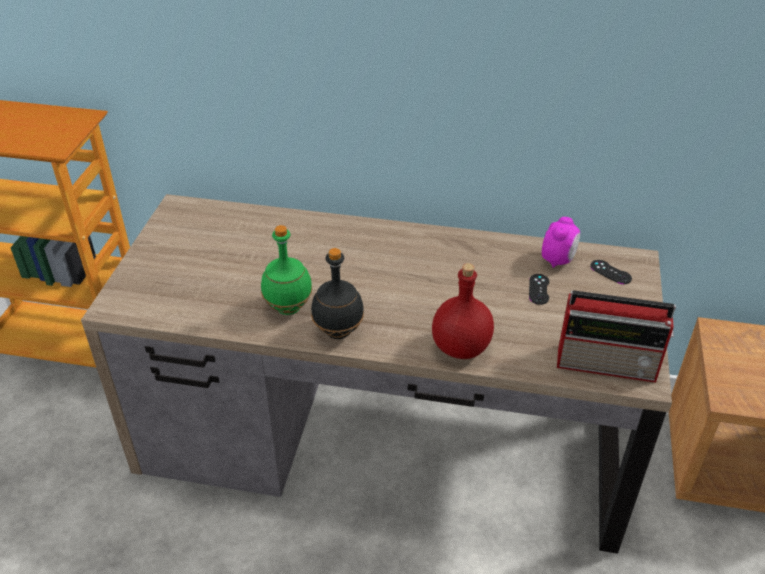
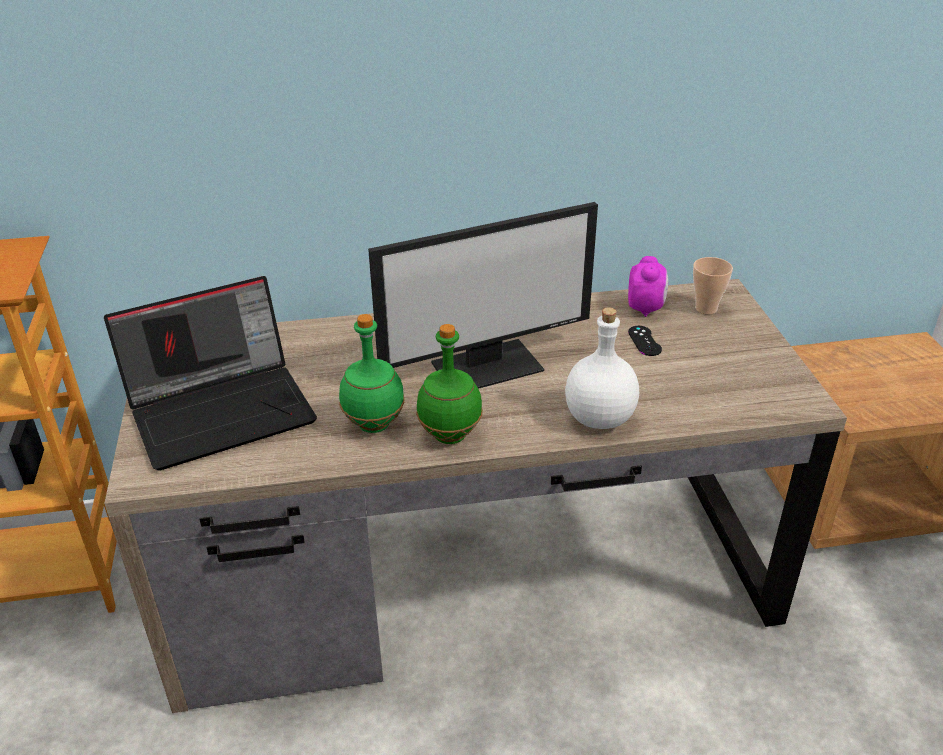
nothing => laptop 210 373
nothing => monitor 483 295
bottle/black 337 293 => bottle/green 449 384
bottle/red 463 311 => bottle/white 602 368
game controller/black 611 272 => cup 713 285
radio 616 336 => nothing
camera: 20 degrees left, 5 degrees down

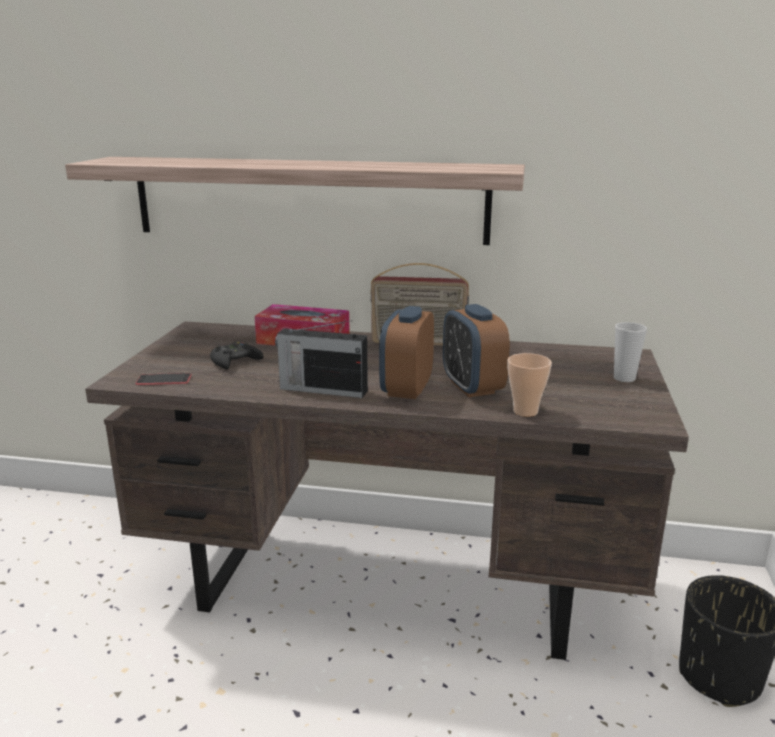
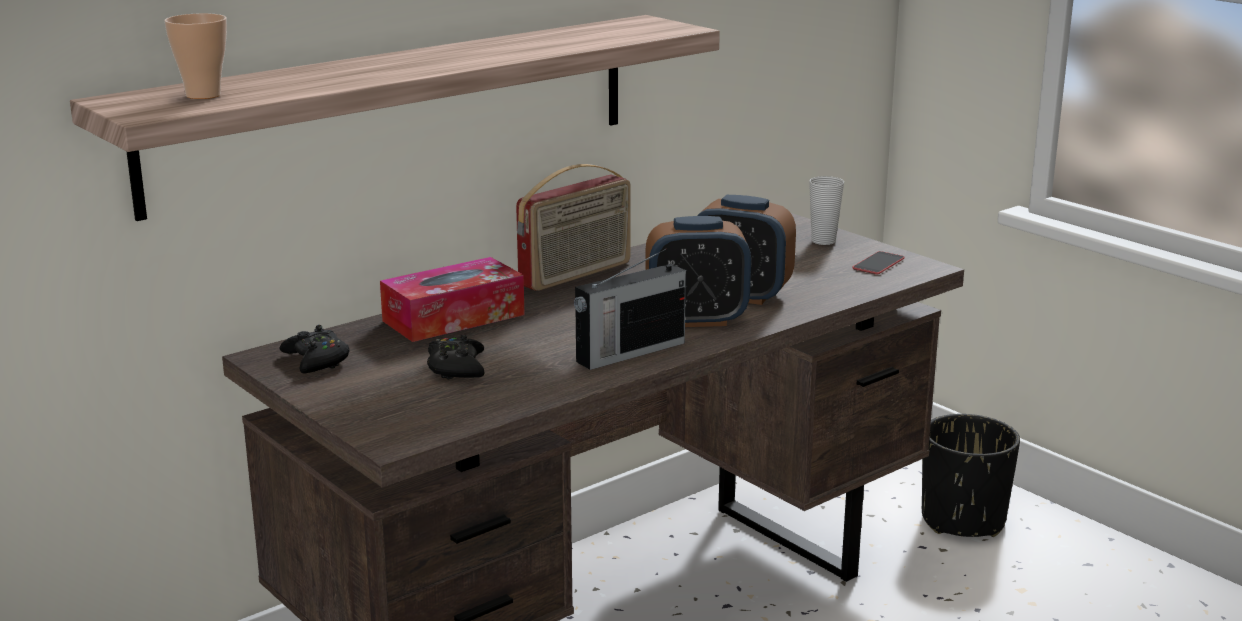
cup 529 385 => cup 195 56, relocated
nothing => game controller/black 315 349
alarm clock 406 352 => alarm clock 698 271, 60 degrees counterclockwise
phone 164 379 => phone 878 262, relocated
camera: 50 degrees left, 0 degrees up

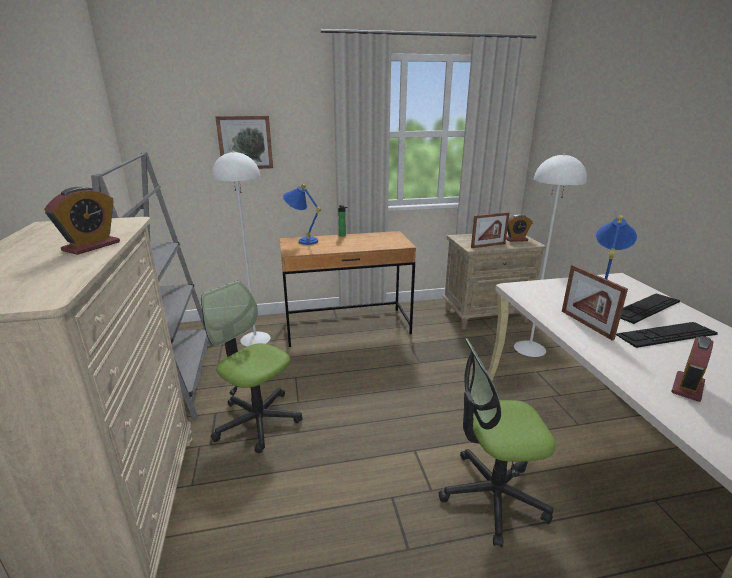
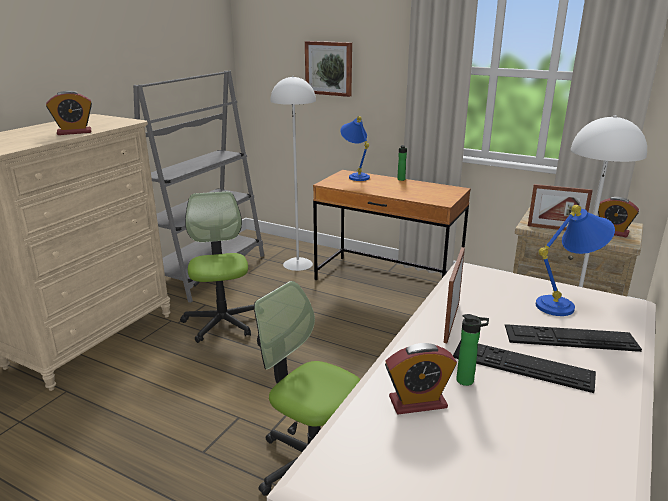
nothing => bottle 472 350
camera: 40 degrees right, 0 degrees up

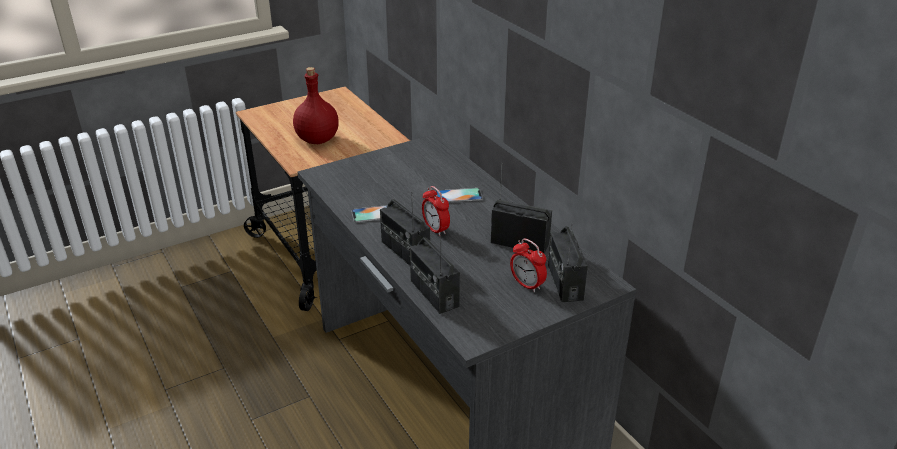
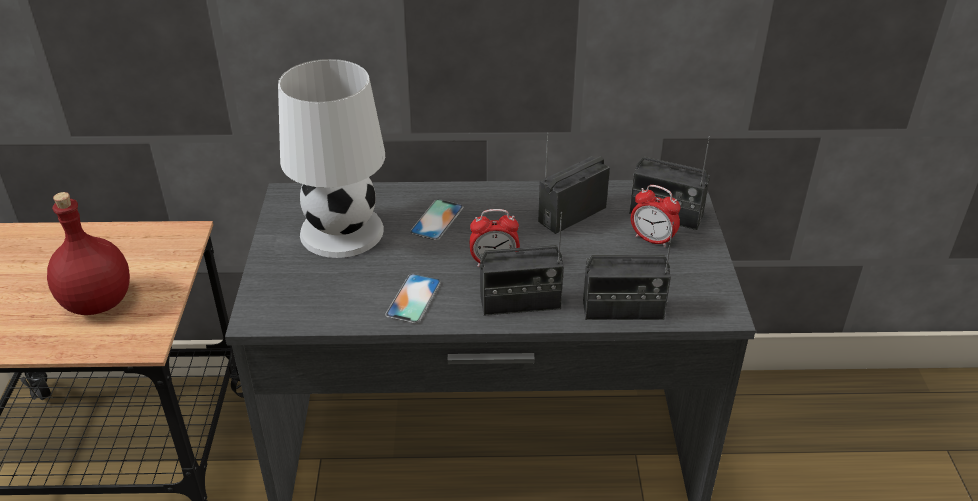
nothing => table lamp/white 331 158
alarm clock 528 266 => alarm clock 655 216, 45 degrees clockwise
camera: 60 degrees left, 5 degrees up

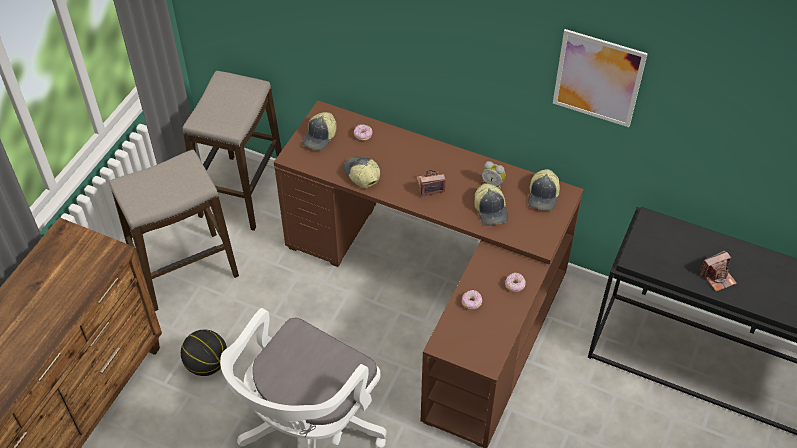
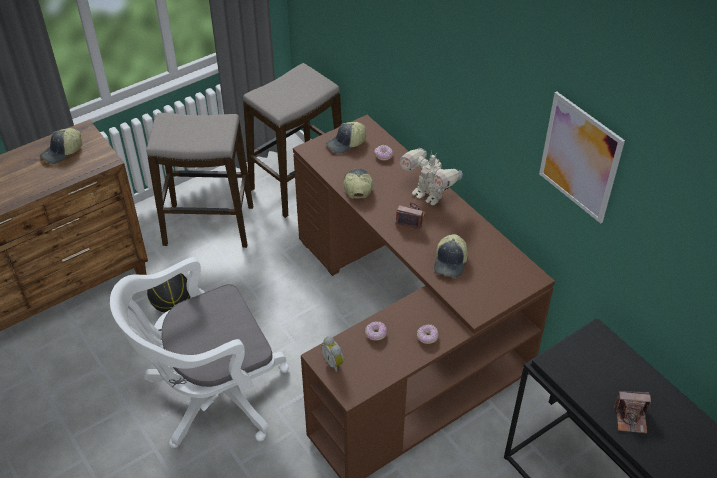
cap 544 190 => cap 61 146, relocated
alarm clock 493 175 => alarm clock 332 354, relocated
nothing => toy robot 431 176
camera: 30 degrees right, 5 degrees down

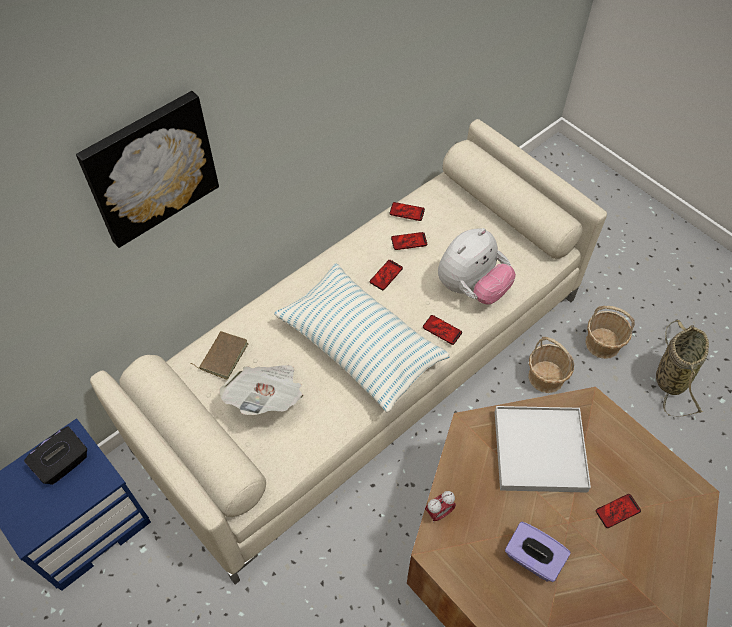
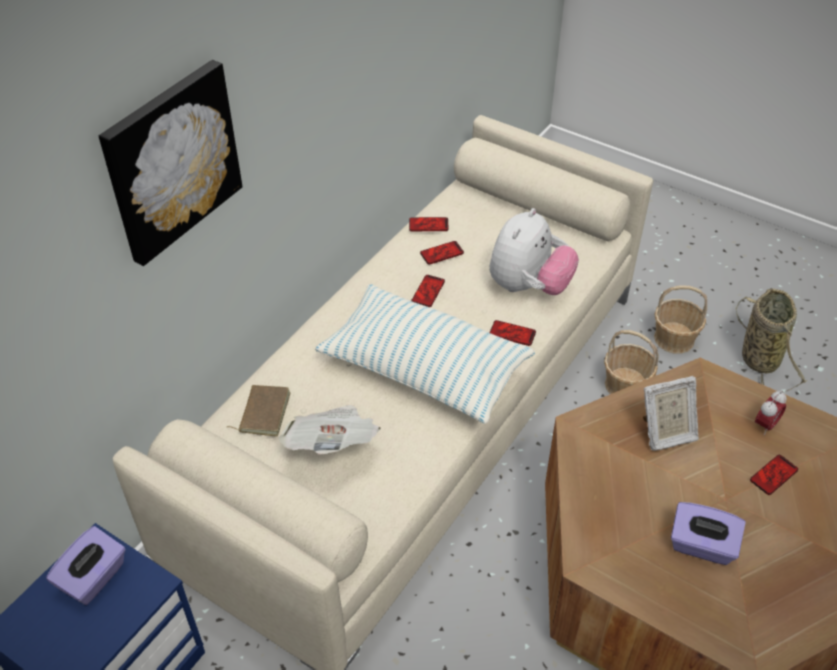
tissue box/black 55 456 => tissue box/purple 86 565
tray/white 543 449 => picture frame 671 413
alarm clock 440 506 => alarm clock 771 413, relocated
camera: 15 degrees left, 10 degrees down

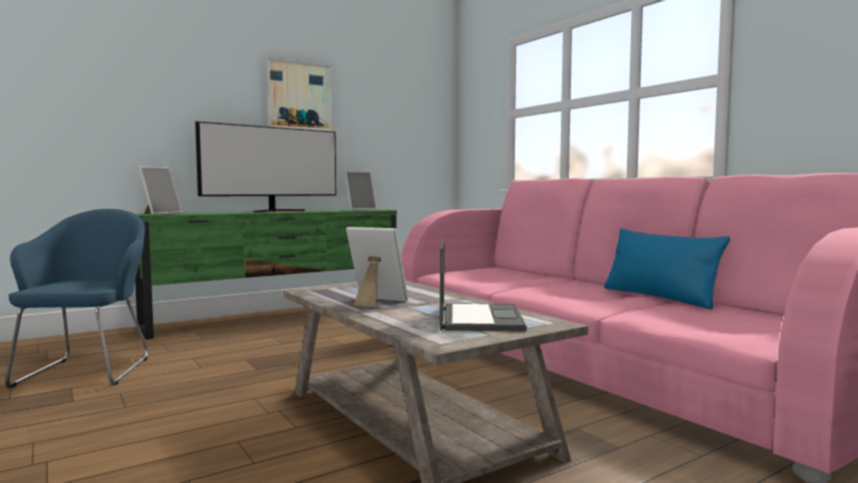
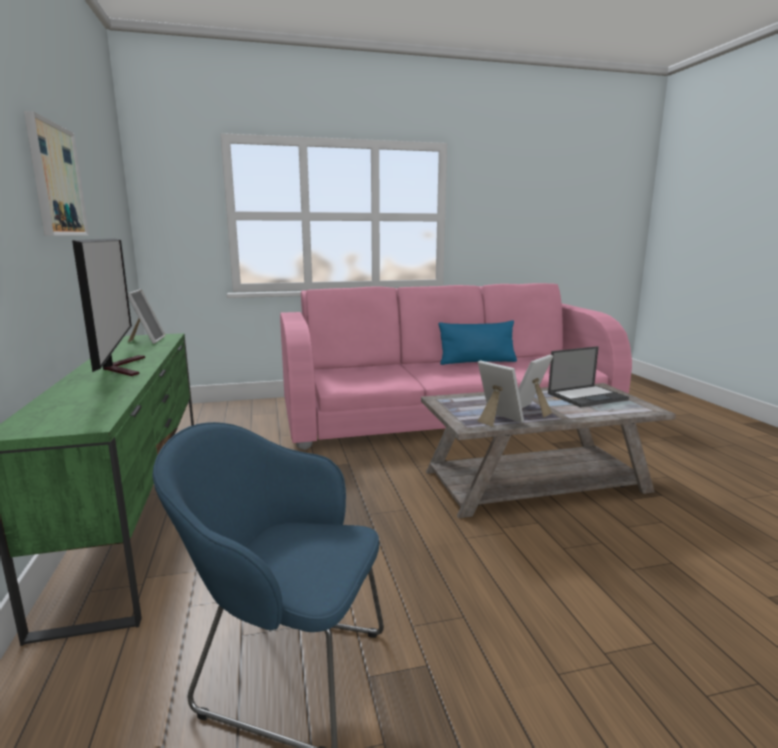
picture frame 160 191 => picture frame 501 393, relocated
laptop 483 285 => laptop 588 376, 135 degrees clockwise
camera: 70 degrees left, 10 degrees up

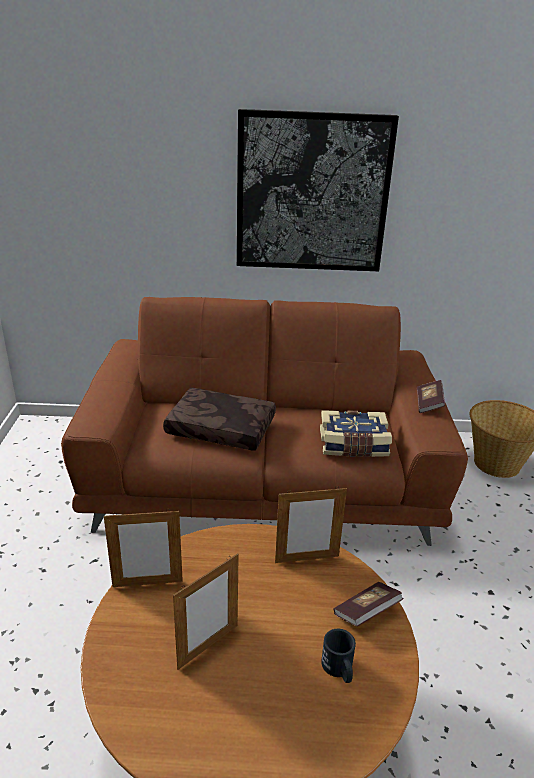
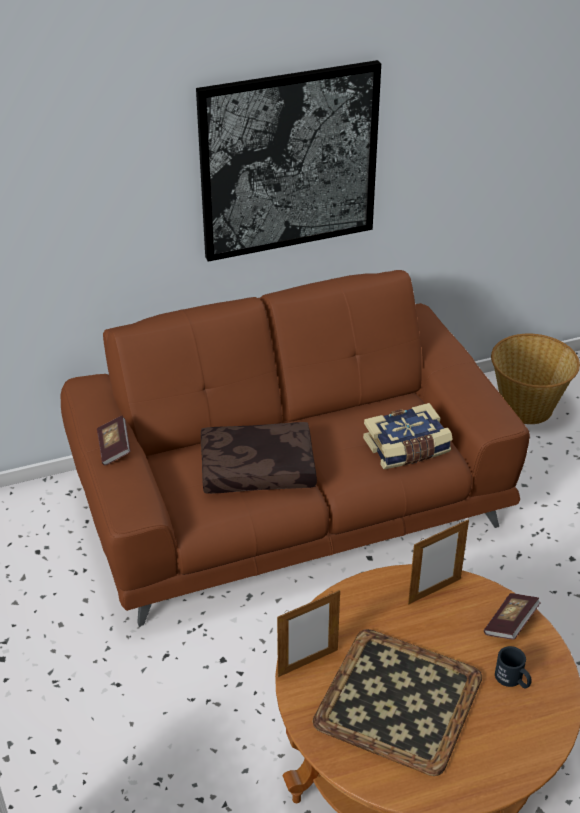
book 431 396 => book 114 440, relocated
picture frame 206 611 => tray 397 702
camera: 20 degrees left, 10 degrees up

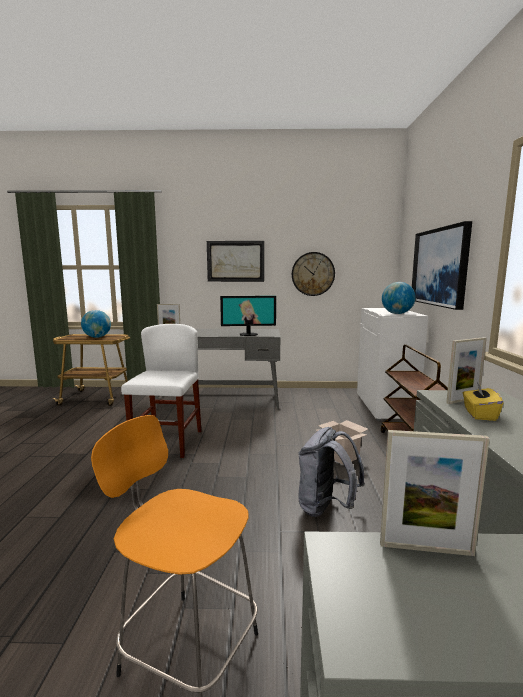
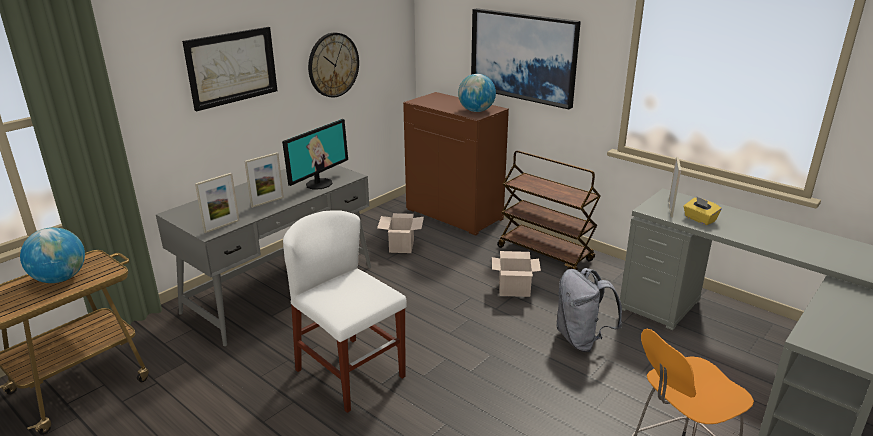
picture frame 435 493 => picture frame 264 180, relocated
nothing => cardboard box 400 233
cabinet/white 392 364 => cabinet/brown 456 164
camera: 50 degrees left, 15 degrees up

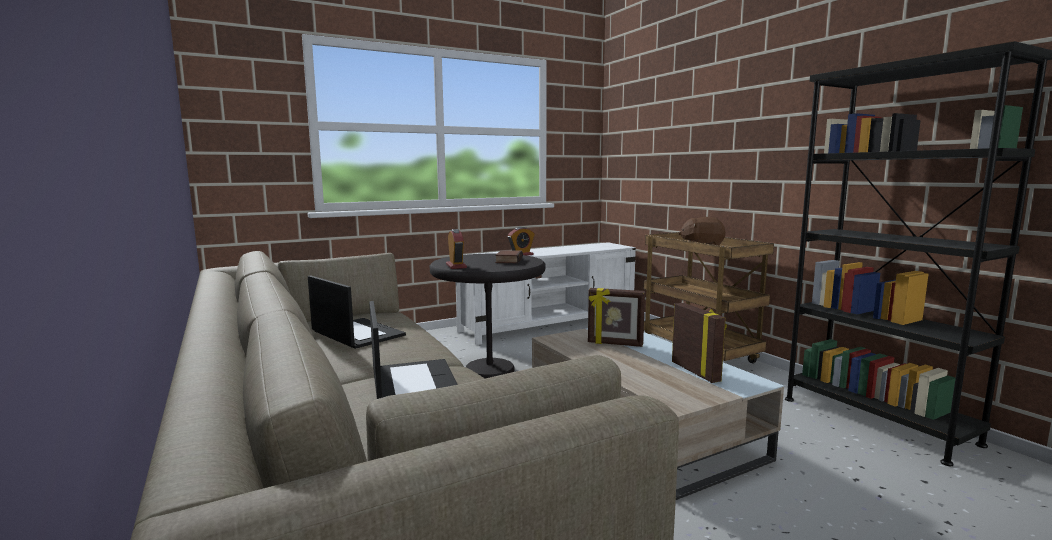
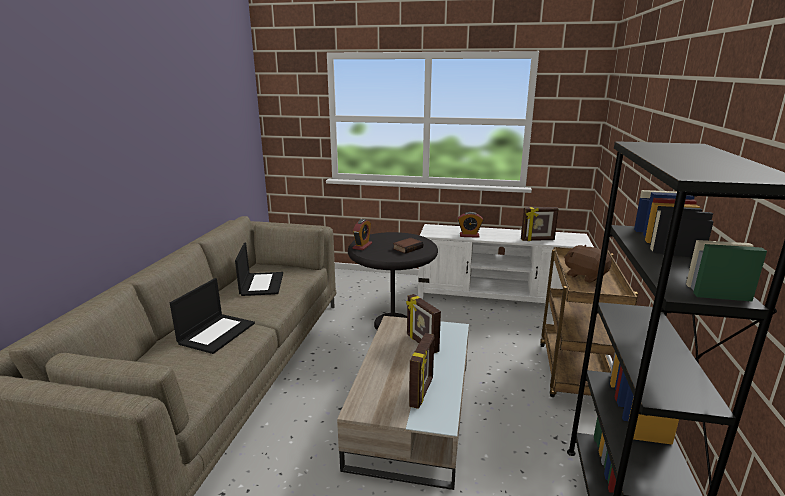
nothing => picture frame 540 224
camera: 40 degrees right, 10 degrees up

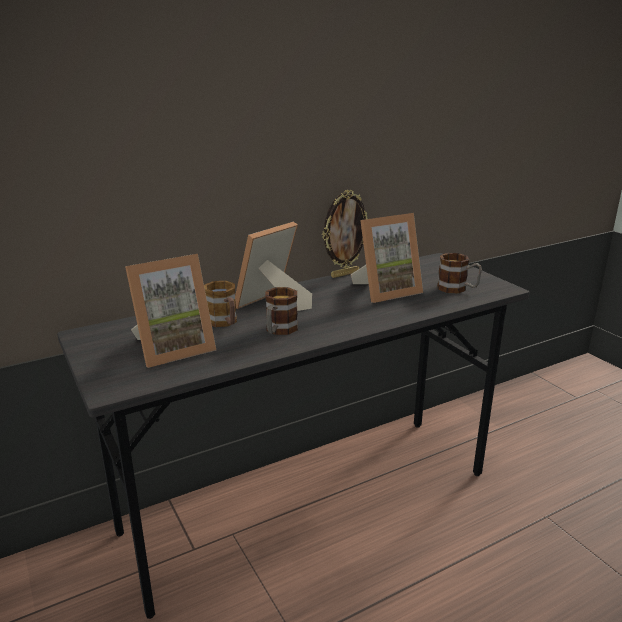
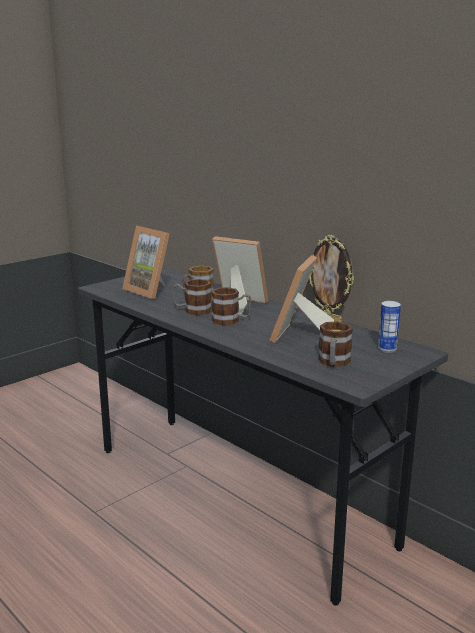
nothing => mug 231 306
picture frame 387 258 => picture frame 301 299, 60 degrees clockwise
nothing => can 389 327
camera: 75 degrees right, 5 degrees down

